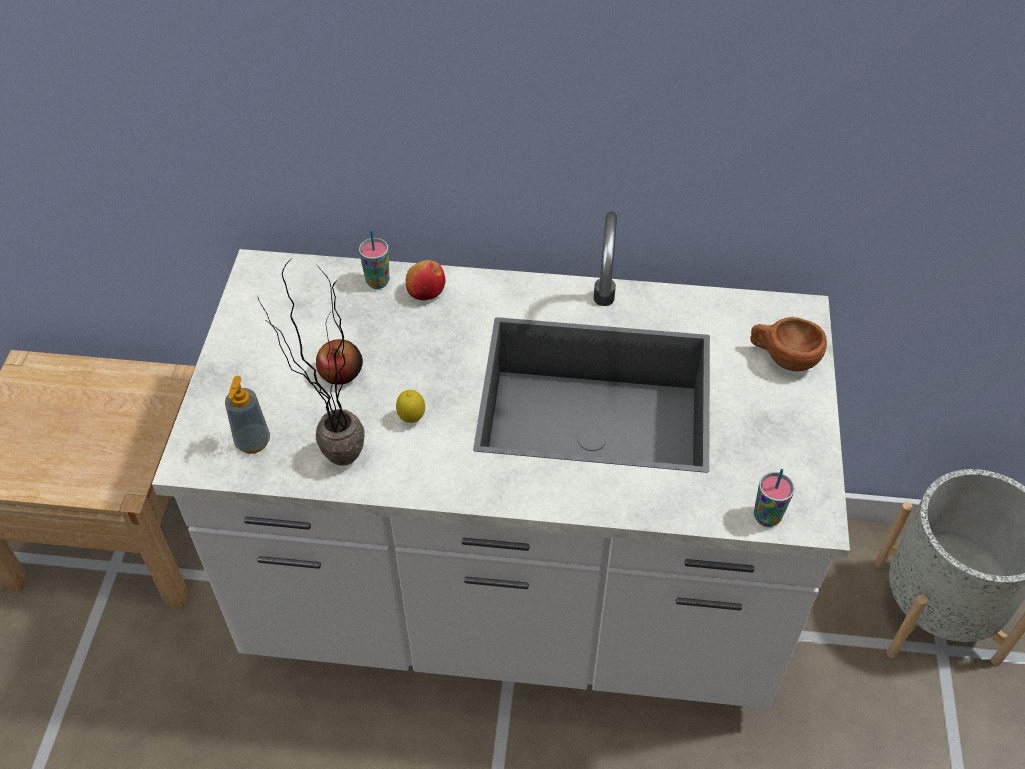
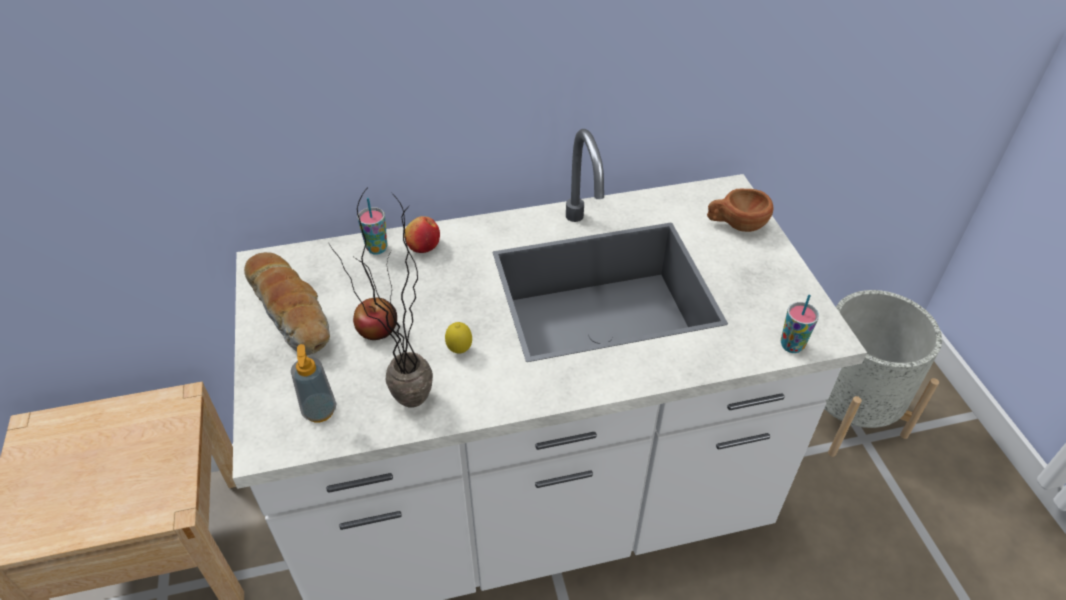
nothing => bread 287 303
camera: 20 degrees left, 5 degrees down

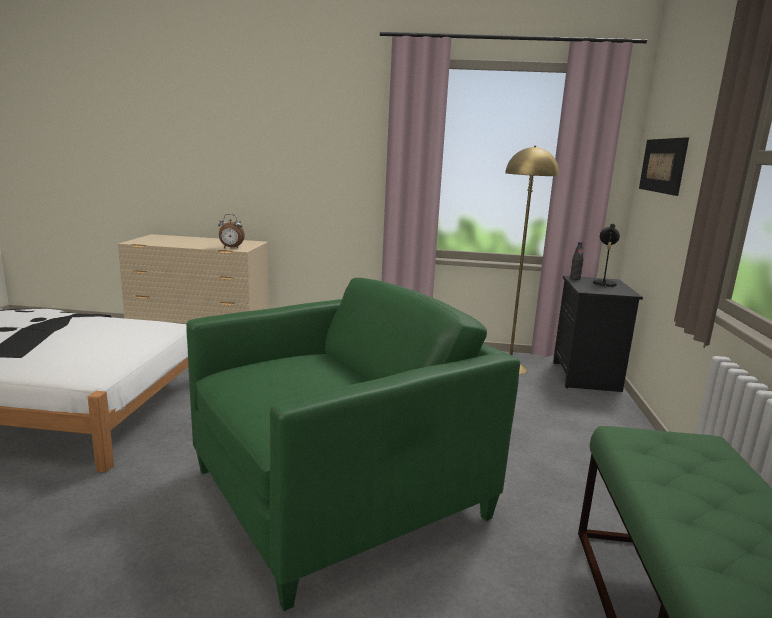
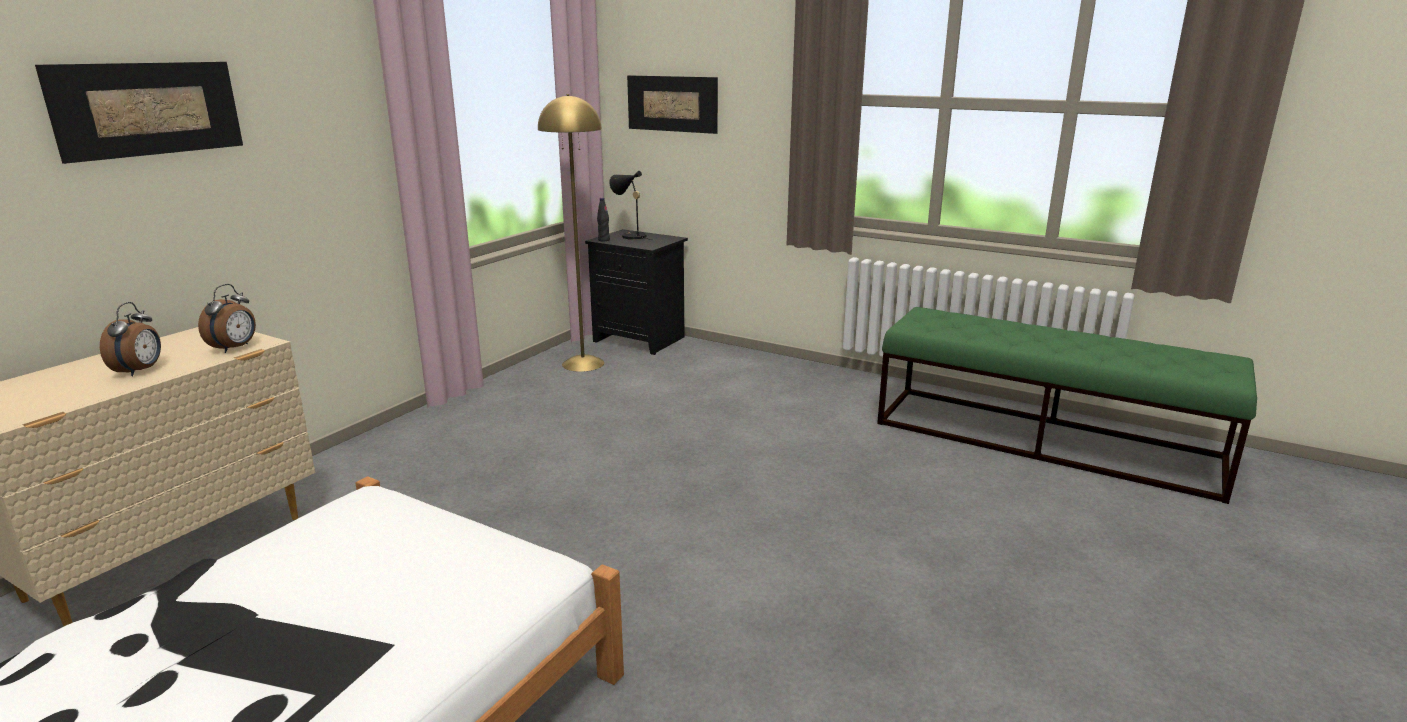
nothing => picture 139 113
nothing => alarm clock 130 339
armchair/green 353 444 => nothing
camera: 65 degrees left, 5 degrees up

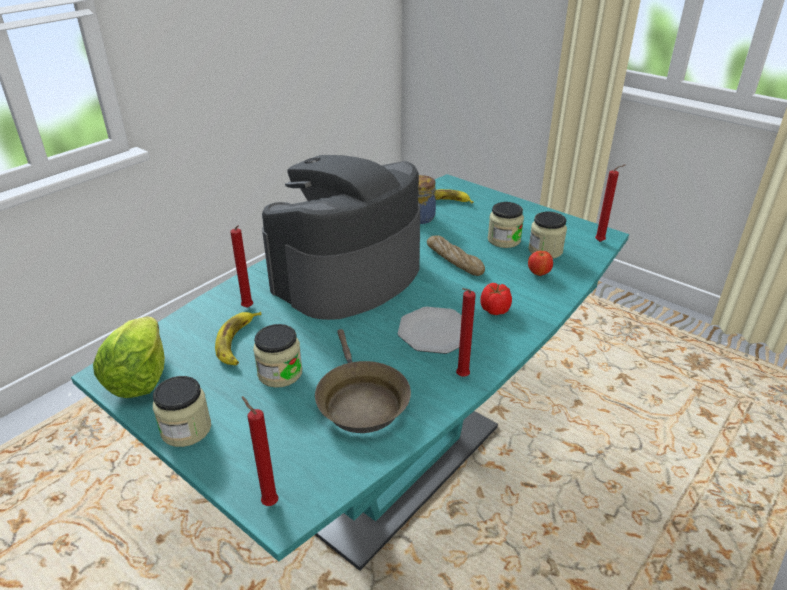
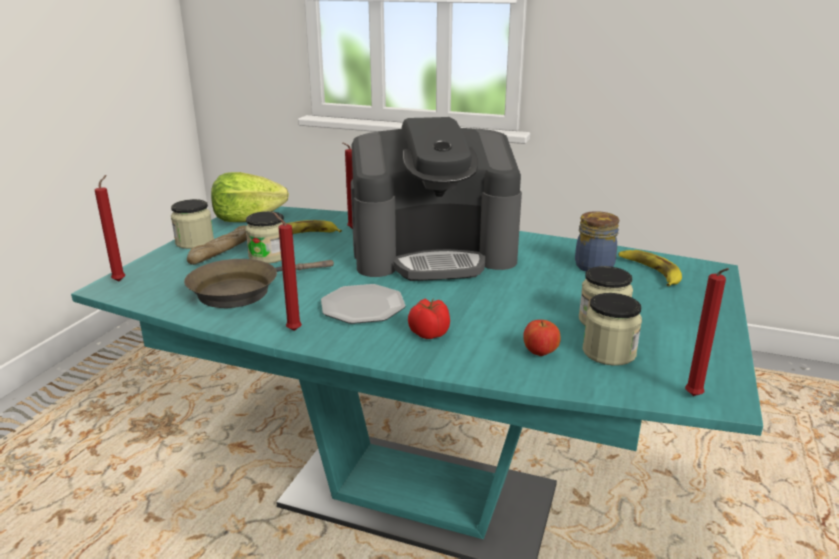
bread 456 255 => bread 217 245, relocated
coffee machine 341 237 => coffee machine 436 199, 150 degrees clockwise
camera: 70 degrees right, 10 degrees down

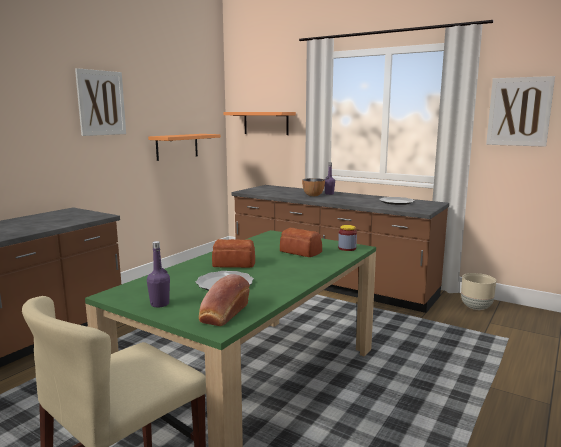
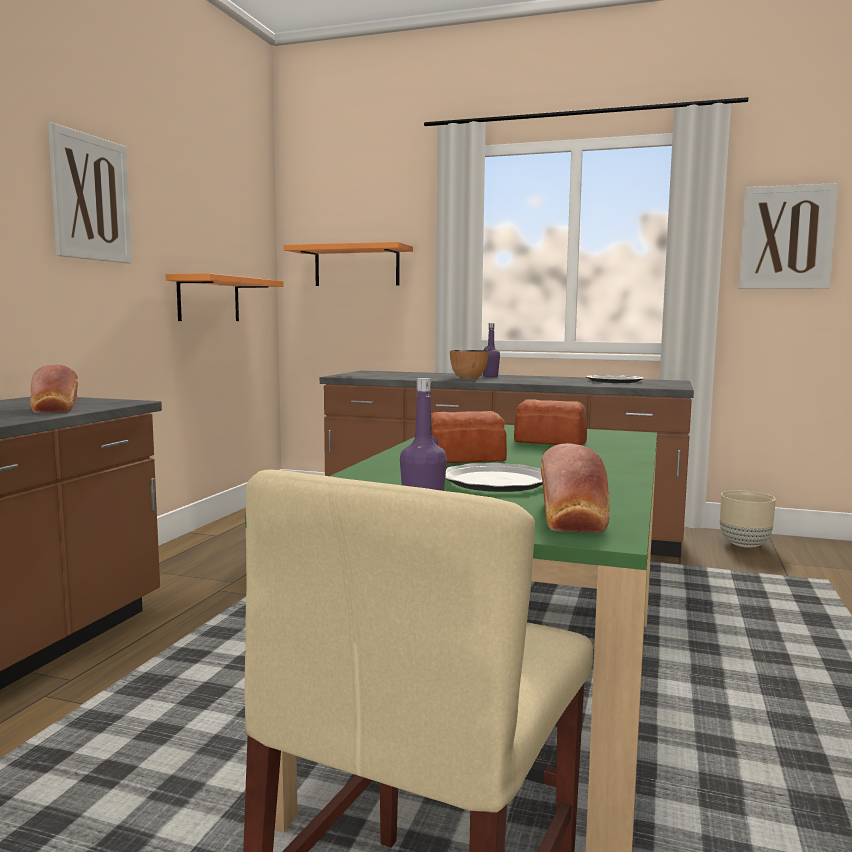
nothing => bread 54 388
jar 347 238 => nothing
camera: 15 degrees left, 5 degrees down

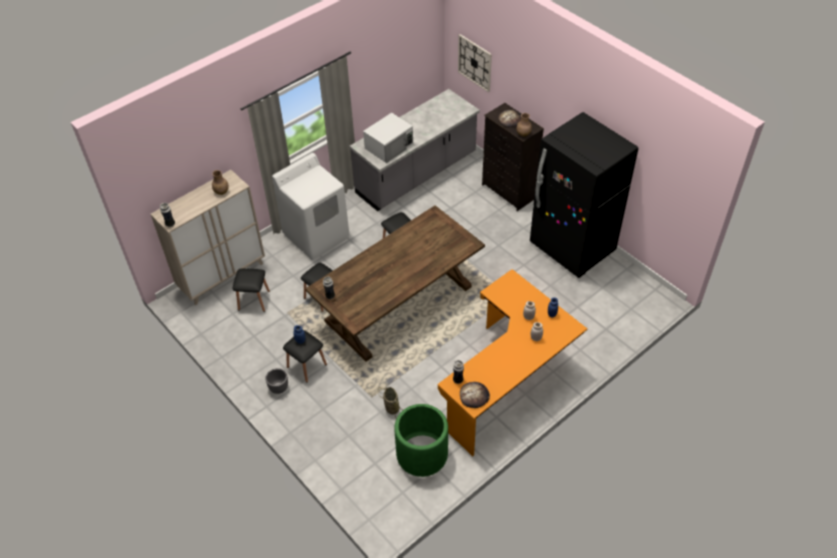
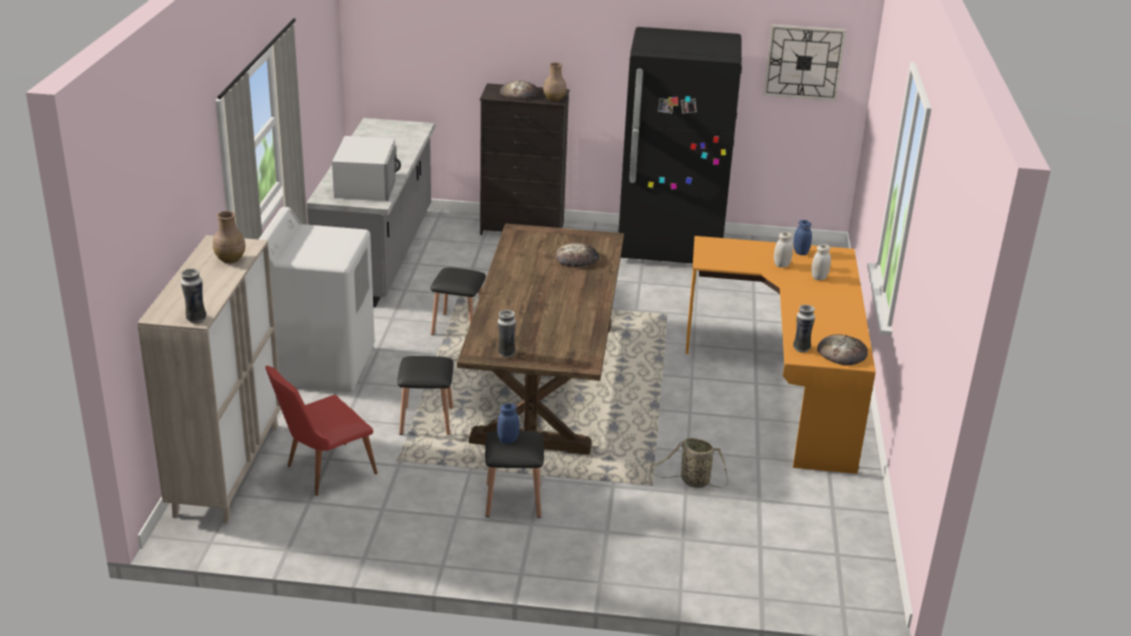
stool/black 251 290 => chair/red 321 431
nothing => bread 577 255
wall clock 475 63 => wall clock 804 62, relocated
planter/grey 276 381 => nothing
planter/green 421 440 => nothing
camera: 45 degrees left, 20 degrees down

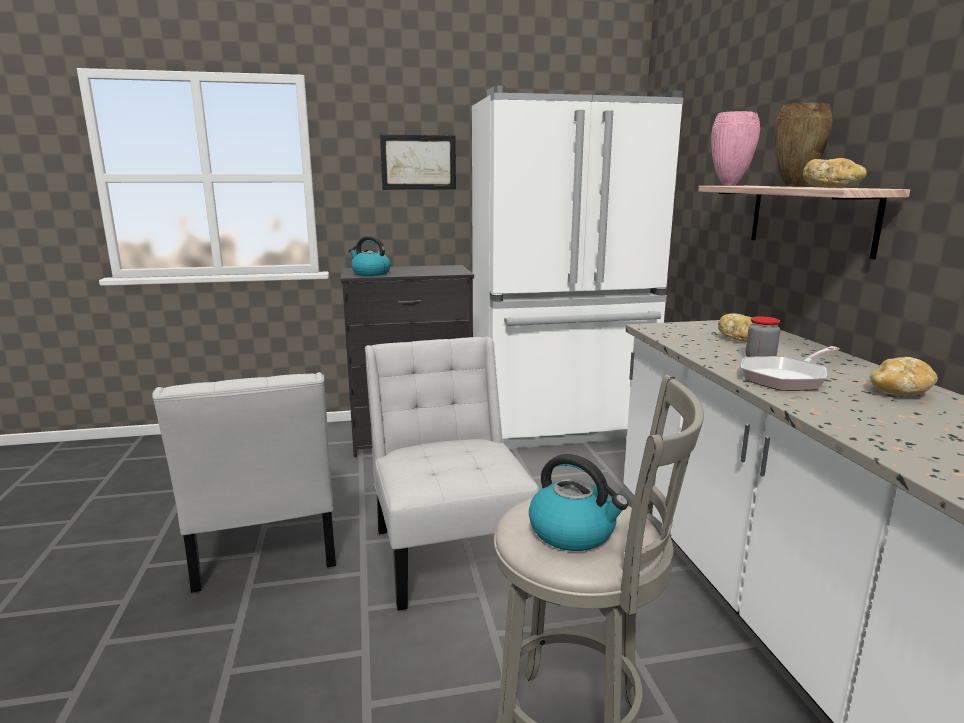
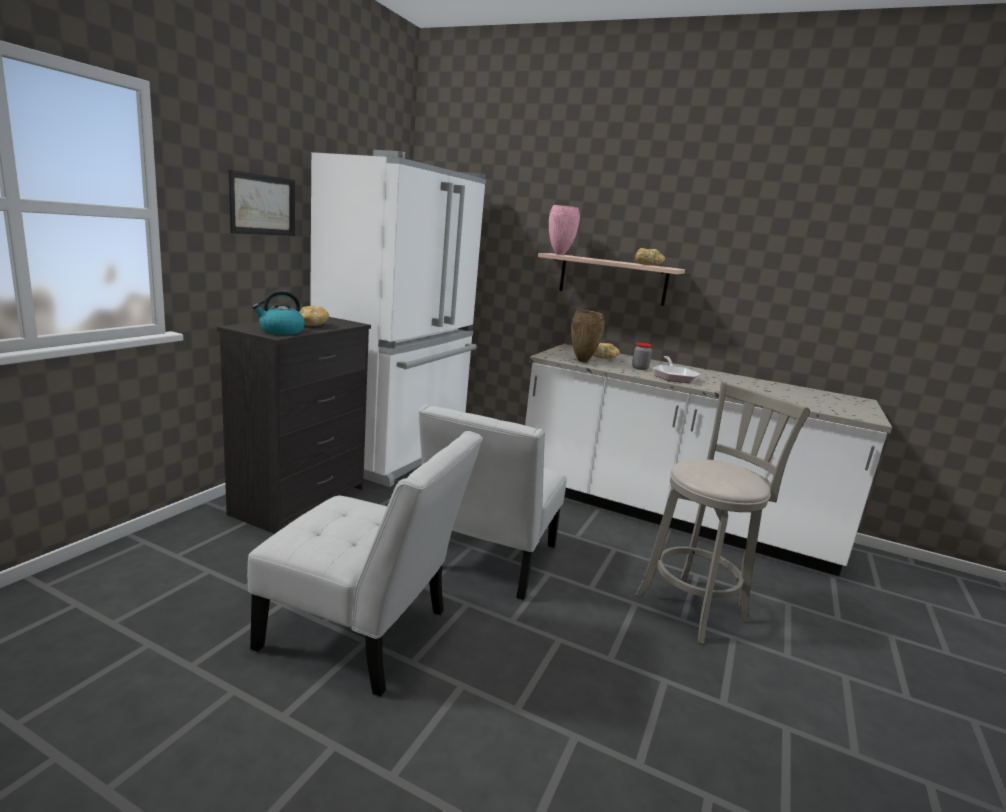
bread 904 376 => bread 314 315, relocated
chair/white 452 474 => chair/white 492 502, 90 degrees counterclockwise
vase/brown 803 145 => vase/brown 588 336, relocated
kettle 579 502 => nothing
camera: 55 degrees left, 0 degrees up

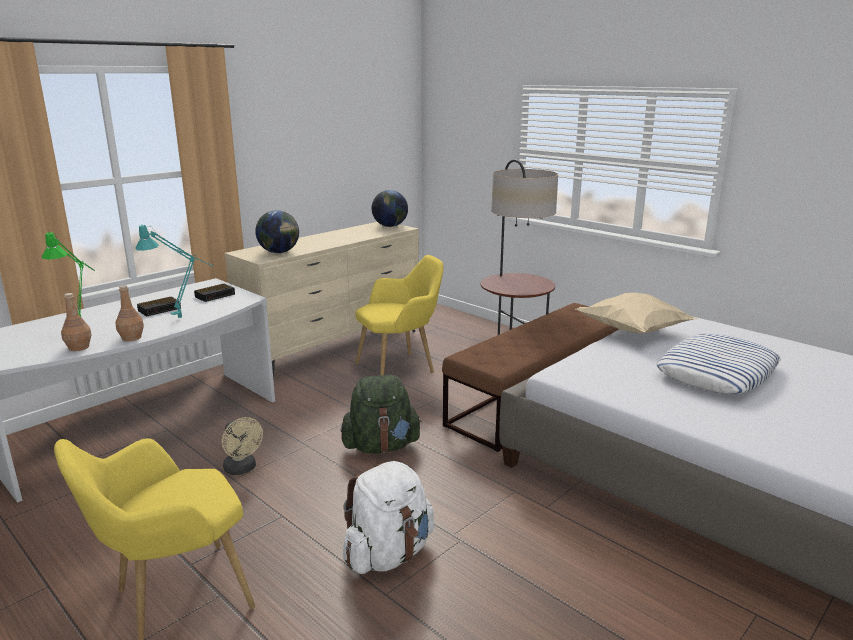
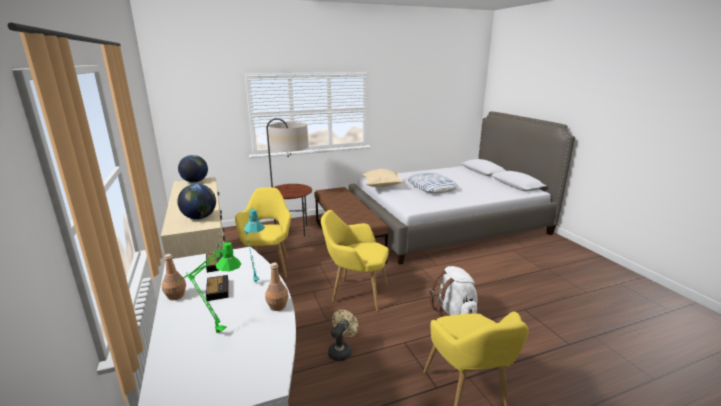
bottle/brown 76 322 => bottle/brown 174 277, relocated
backpack/green 381 414 => armchair/yellow 355 260
fan/beige 242 446 => fan/beige 343 335, 45 degrees counterclockwise
camera: 65 degrees left, 0 degrees up

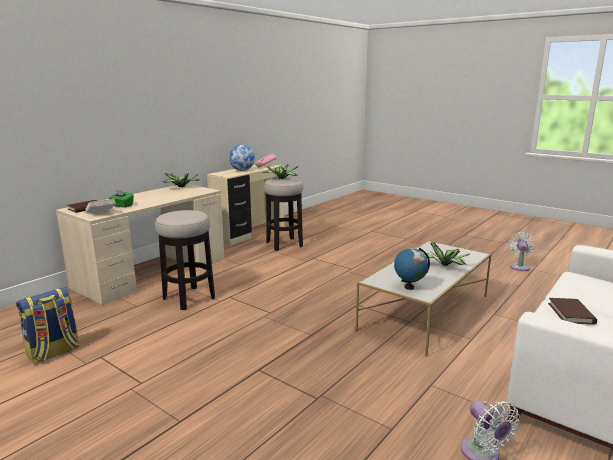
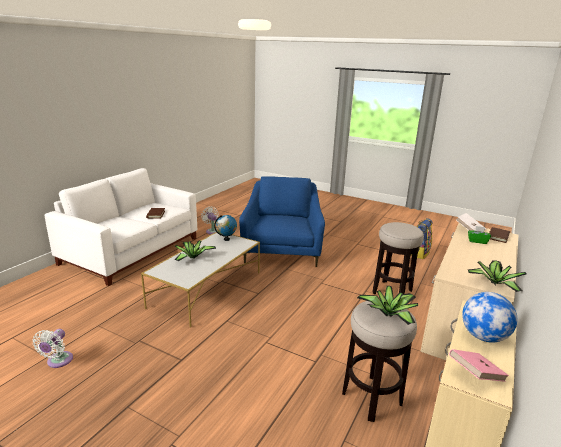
nothing => armchair/blue 282 221
camera: 170 degrees right, 5 degrees up

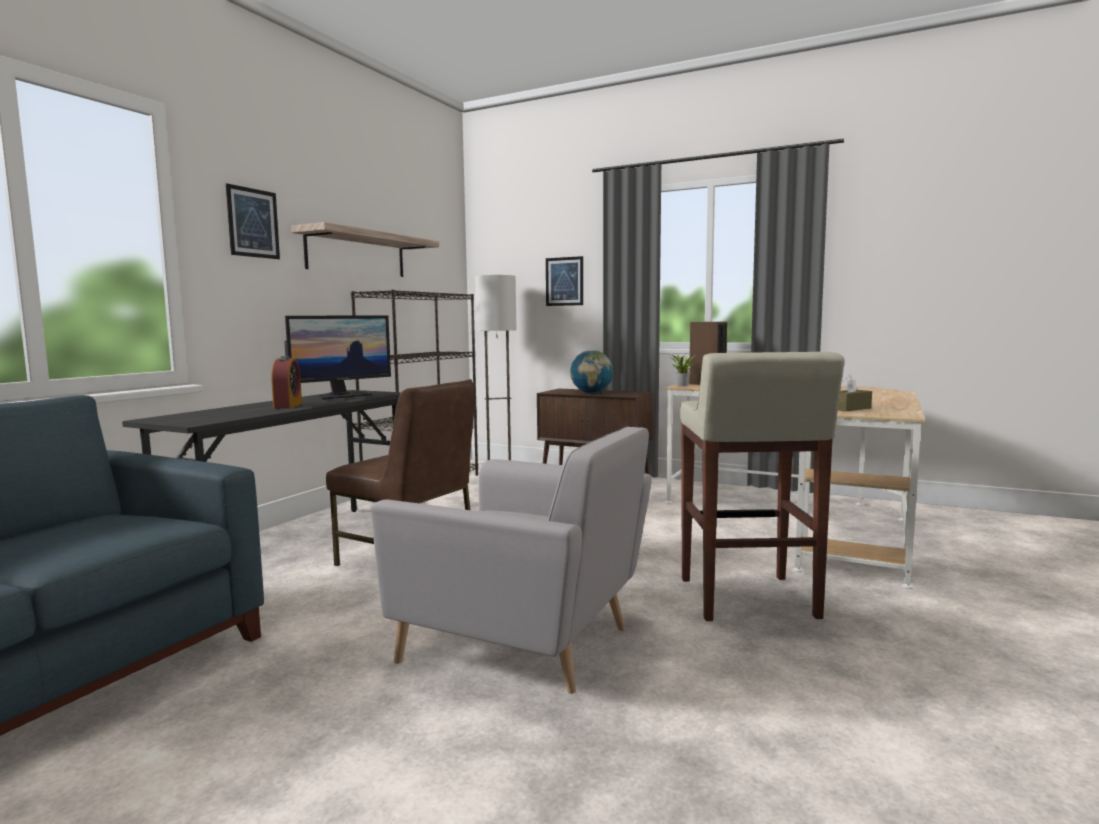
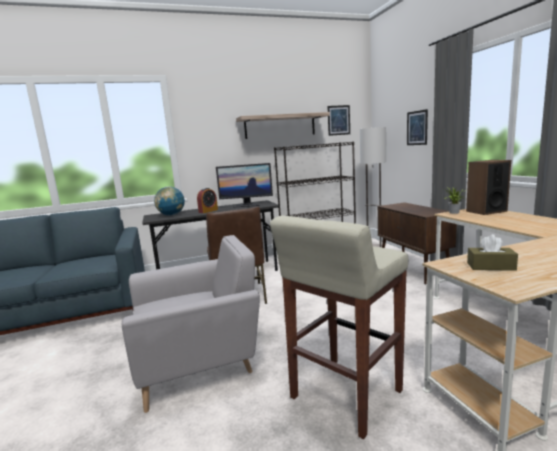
armchair/grey 510 560 => armchair/grey 191 324, 90 degrees counterclockwise
globe 591 371 => globe 169 201, relocated
picture 253 221 => picture 338 120, relocated
camera: 45 degrees right, 5 degrees up

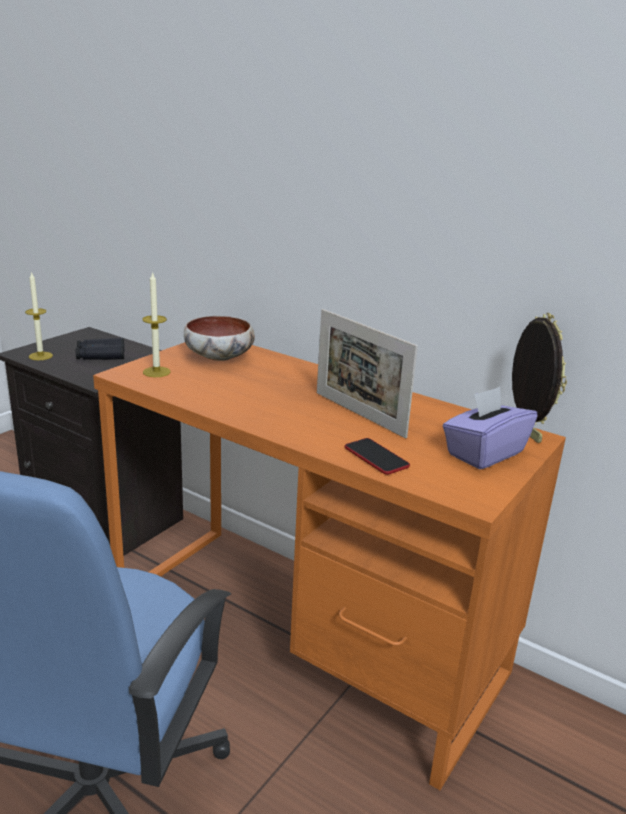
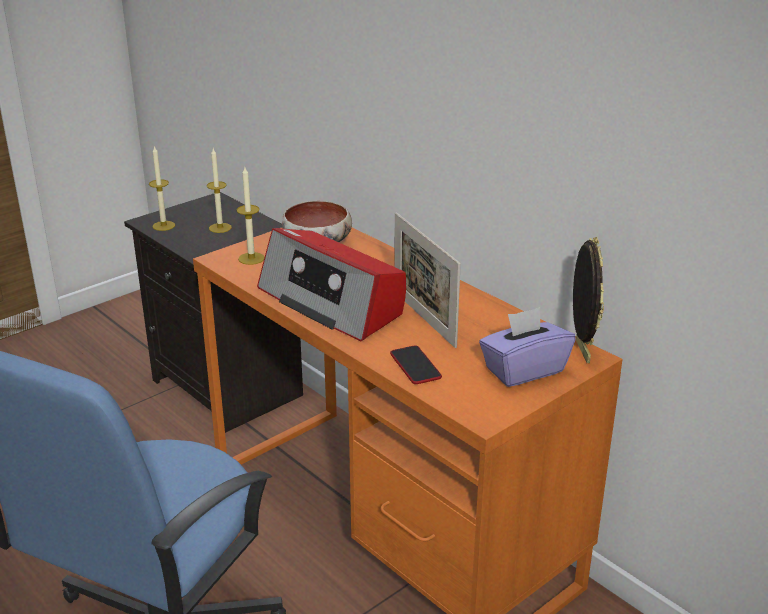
binoculars/black 100 349 => candle 219 190
nothing => radio 331 284
camera: 15 degrees right, 5 degrees up

